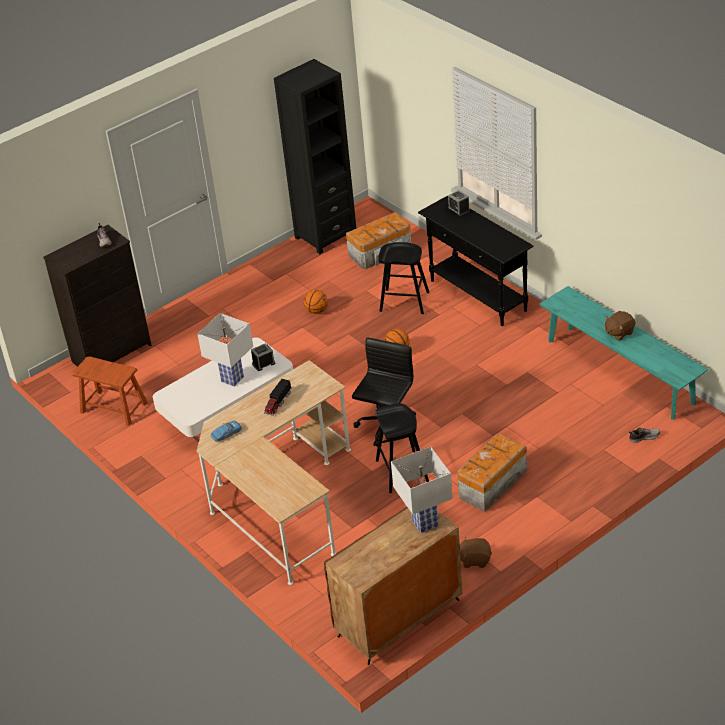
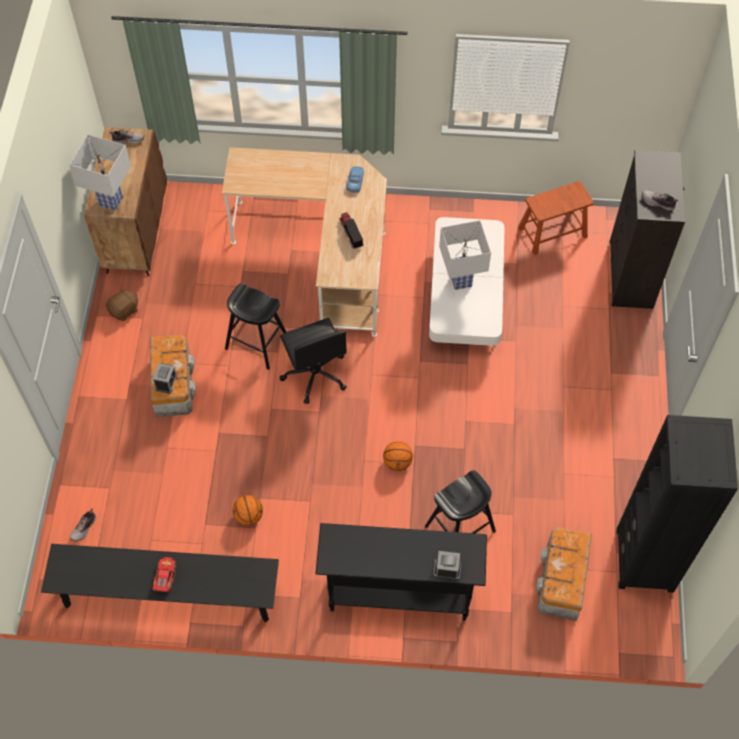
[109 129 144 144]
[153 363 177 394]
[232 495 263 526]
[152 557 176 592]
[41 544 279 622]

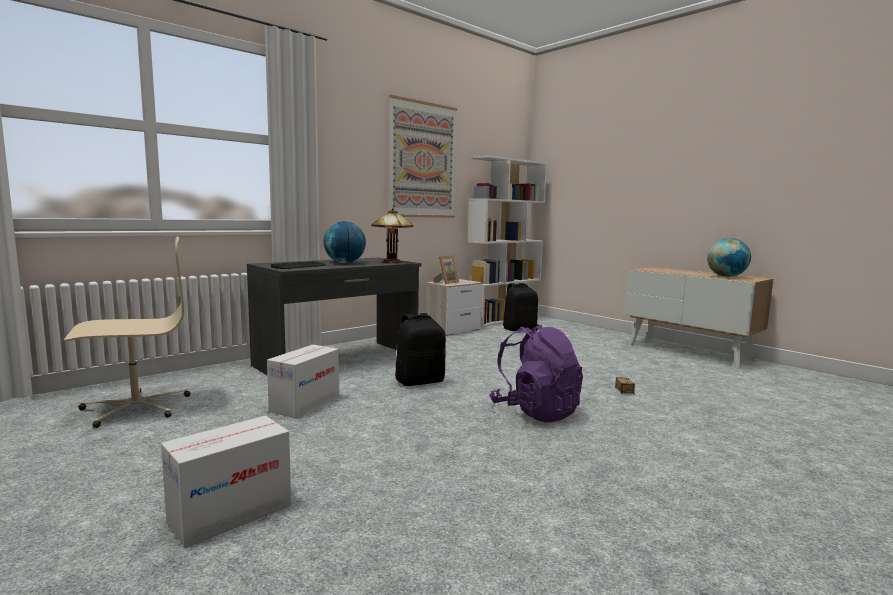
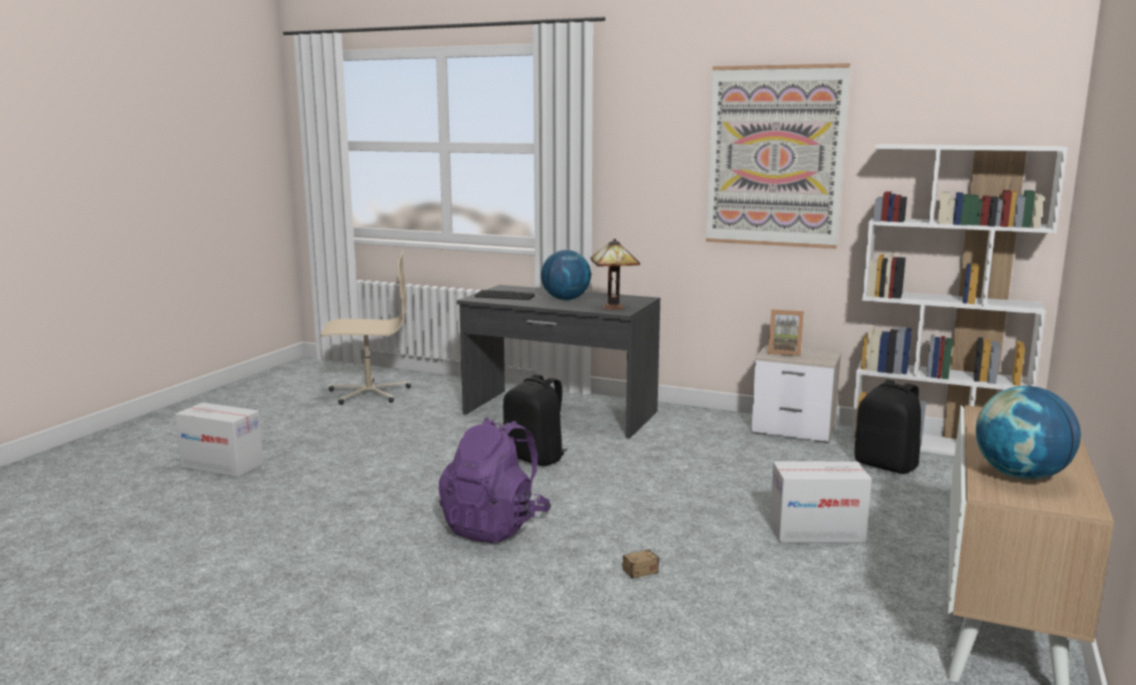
[770 461 872 543]
[321 250 411 405]

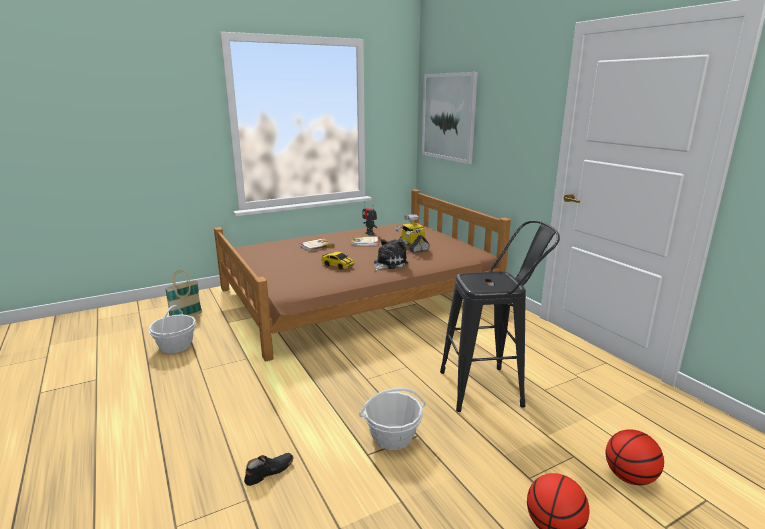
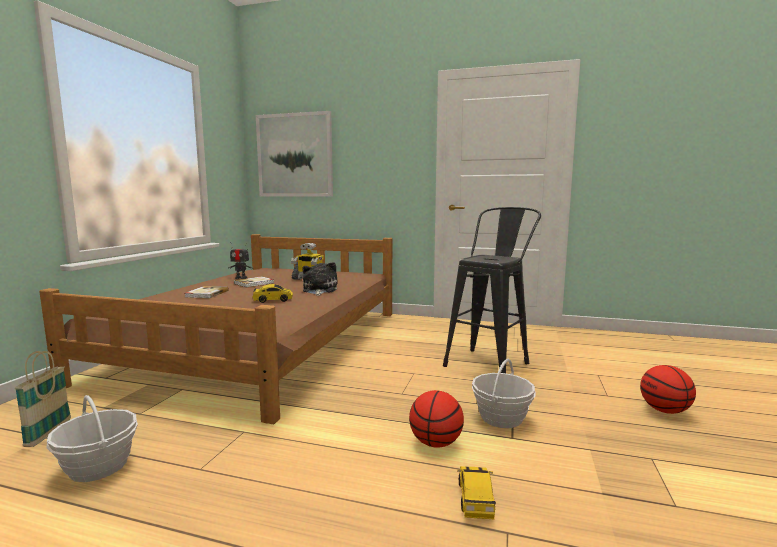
[409 390 464 448]
[457 466 496 520]

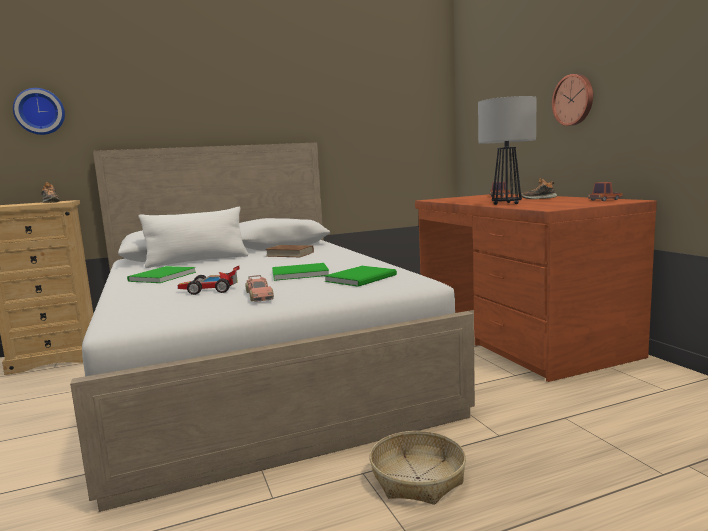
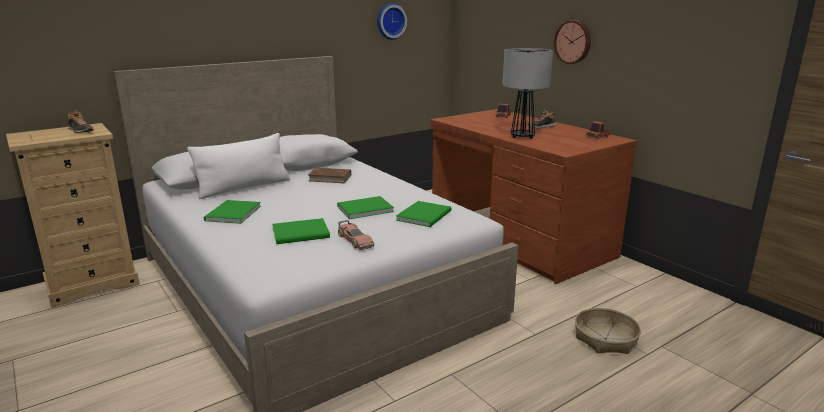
[377 3 407 40]
[575 308 641 354]
[272 218 330 244]

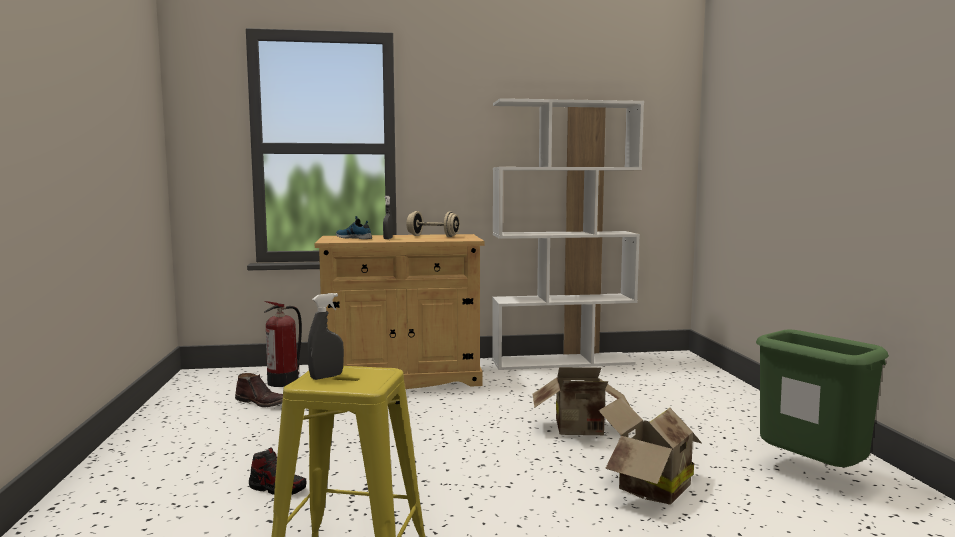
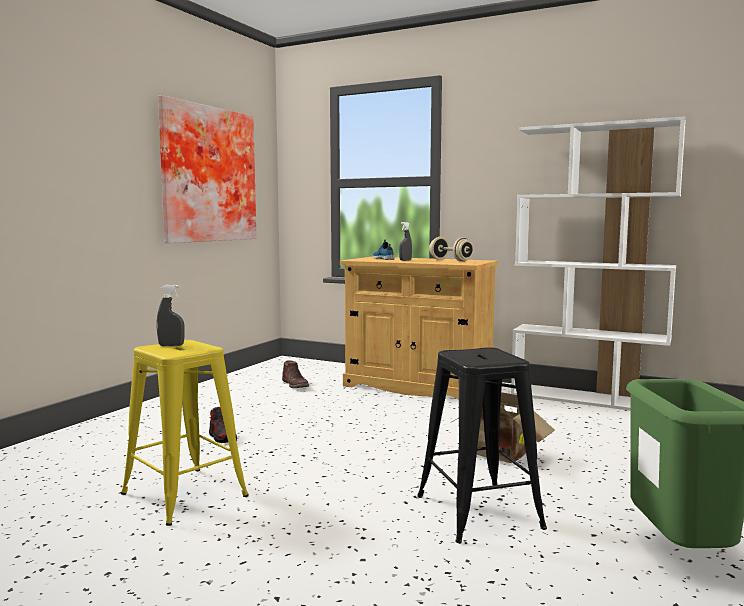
[264 301 302 387] (first image)
[158 95 256 243]
[417 347 547 543]

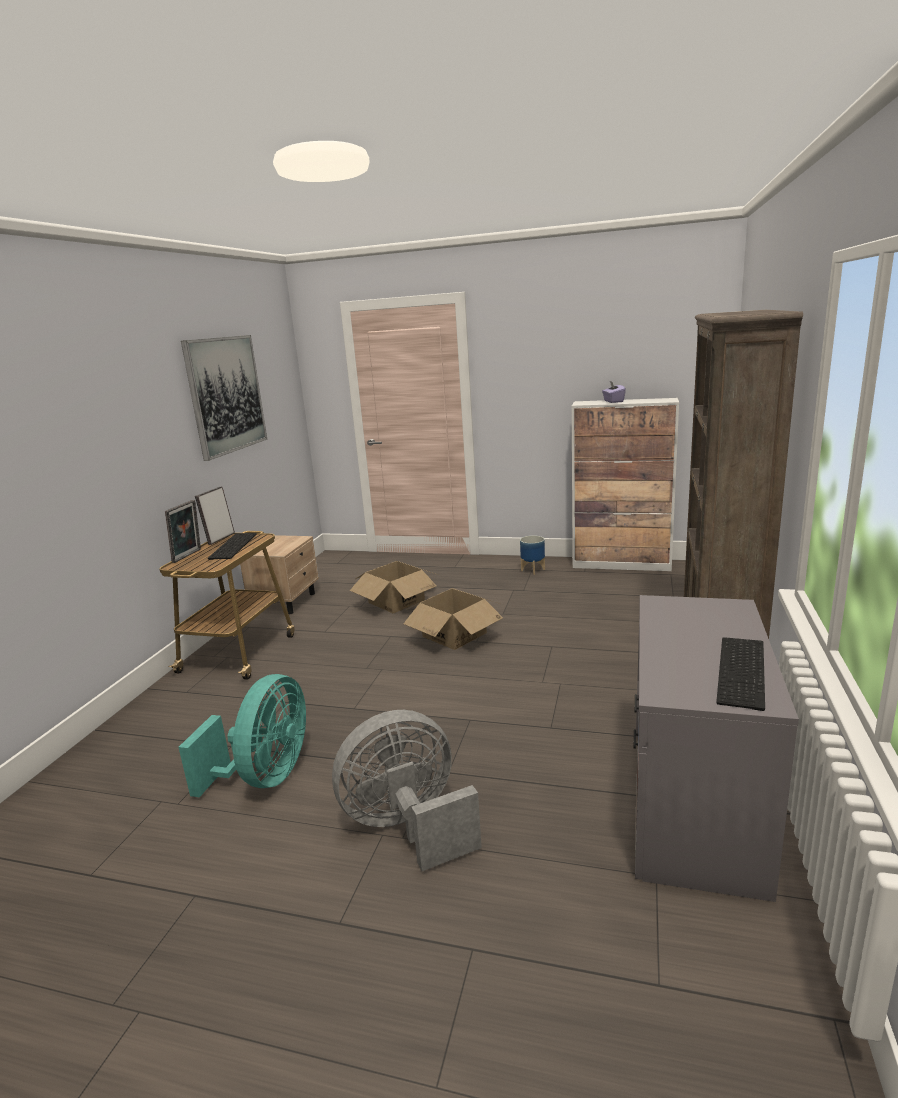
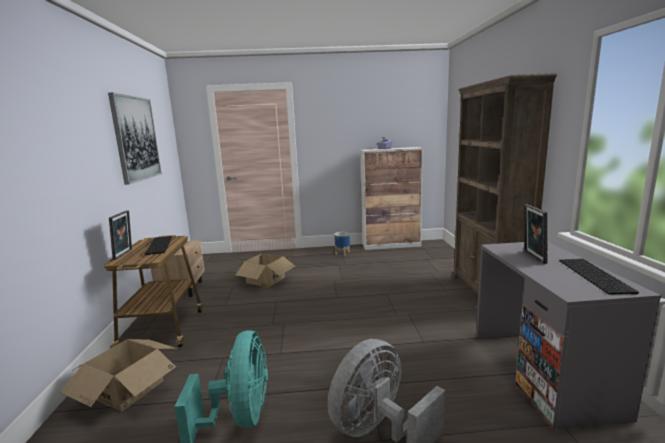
[524 204 547 264]
[60 339 178 411]

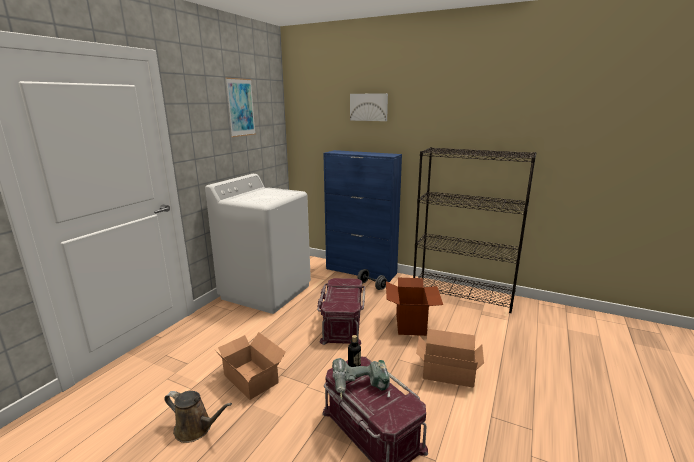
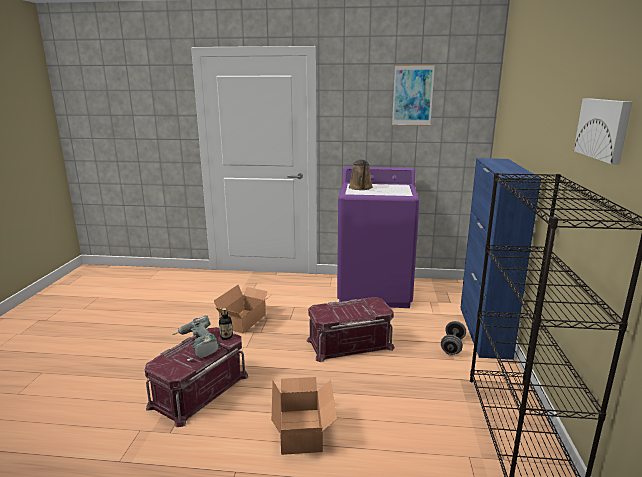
[386 278 443 336] (first image)
[349 160 373 190]
[574 98 632 164]
[337 167 420 308]

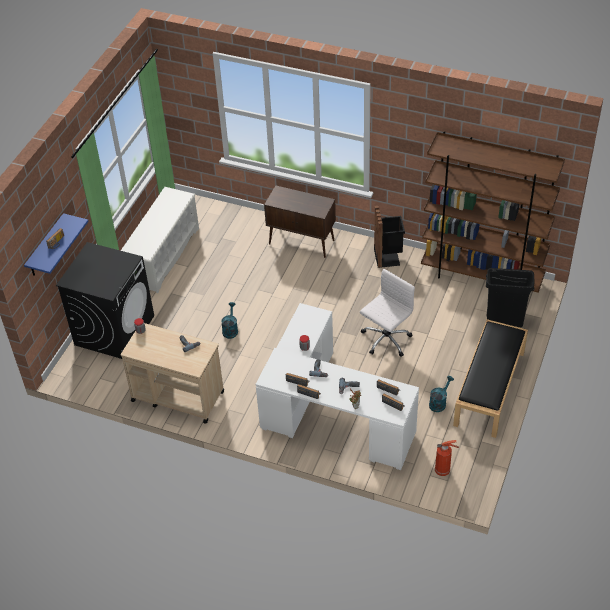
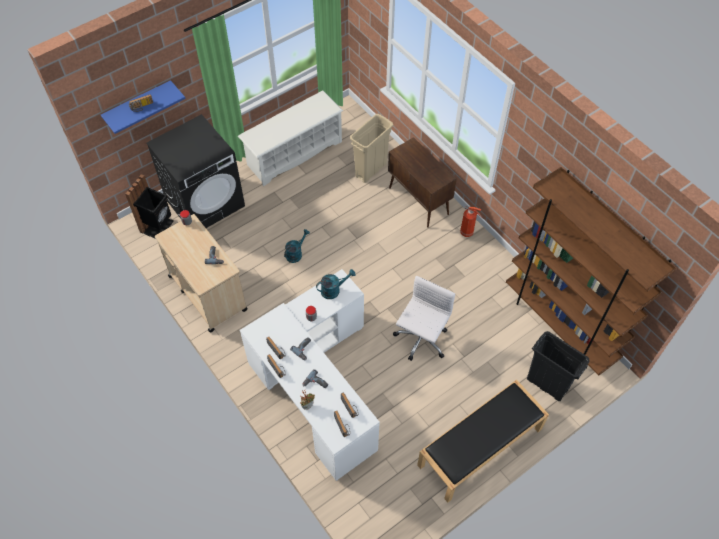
[350 114 393 183]
[125 174 174 239]
[316 269 356 299]
[460 206 482 237]
[393 276 455 361]

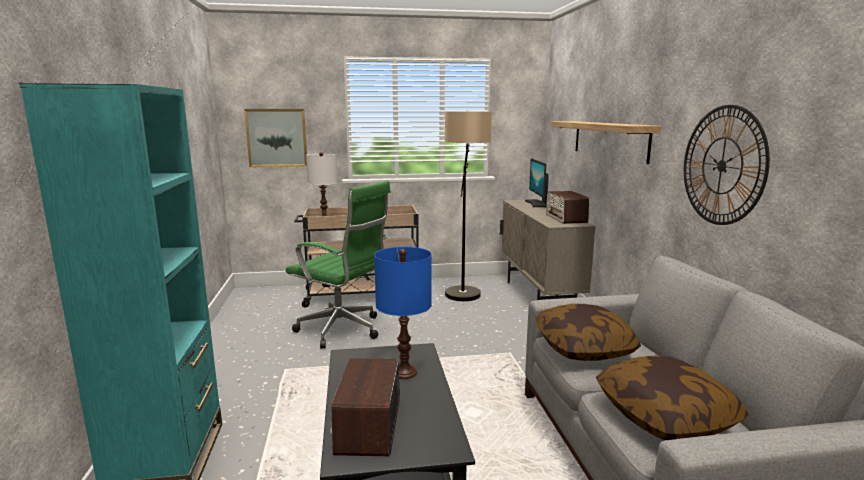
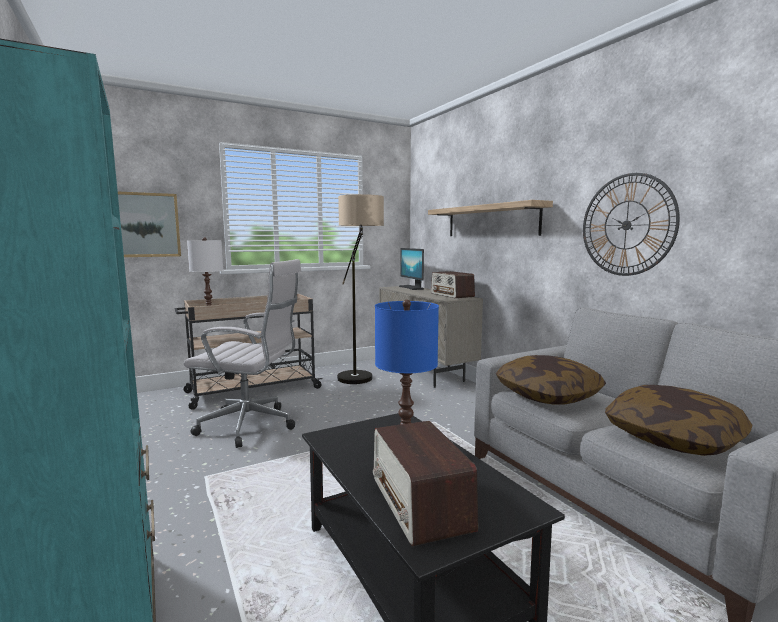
[184 259 301 448]

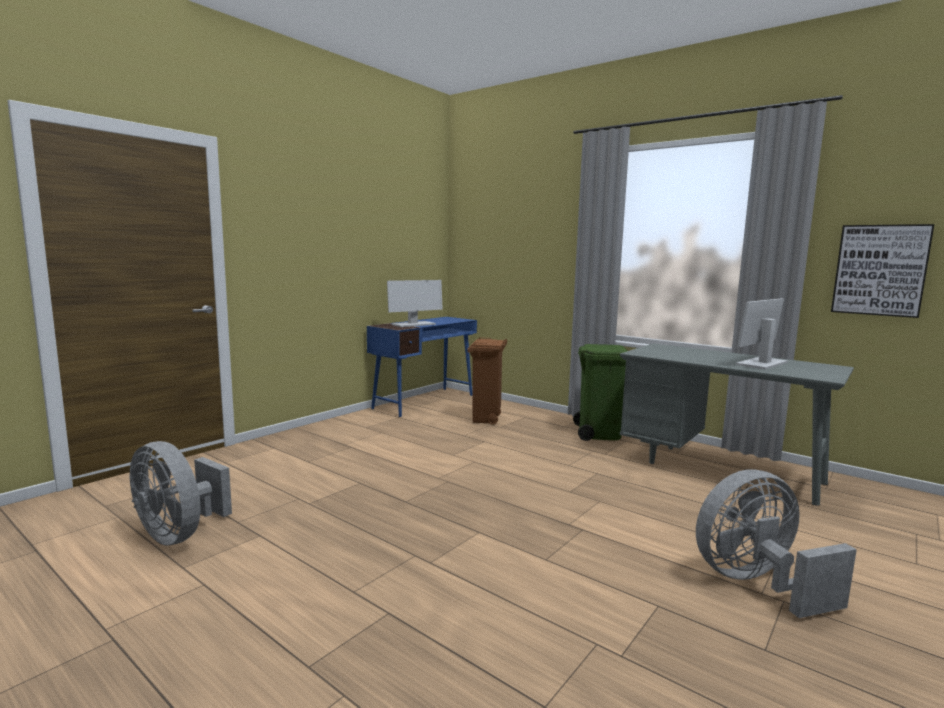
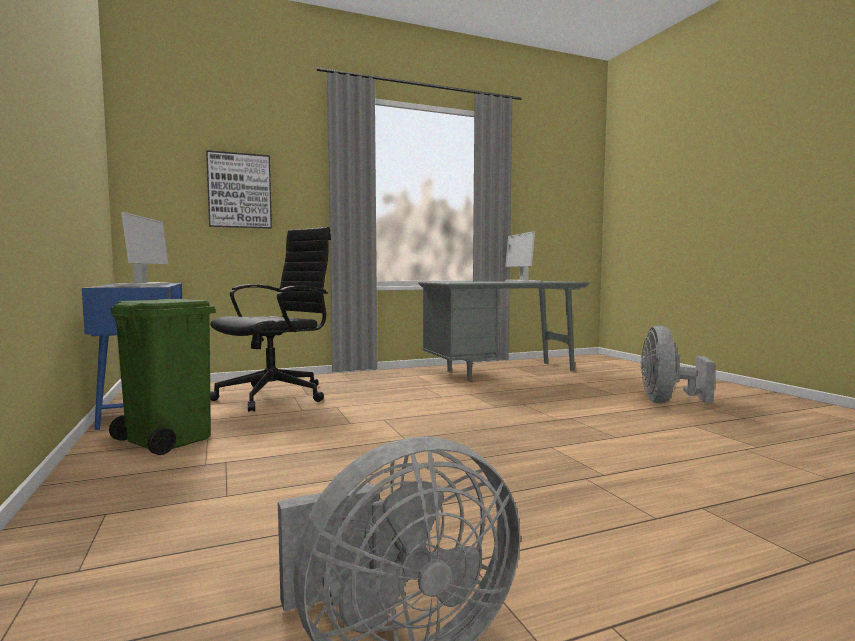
[109 299 216 455]
[206 150 272 229]
[210 227 331 412]

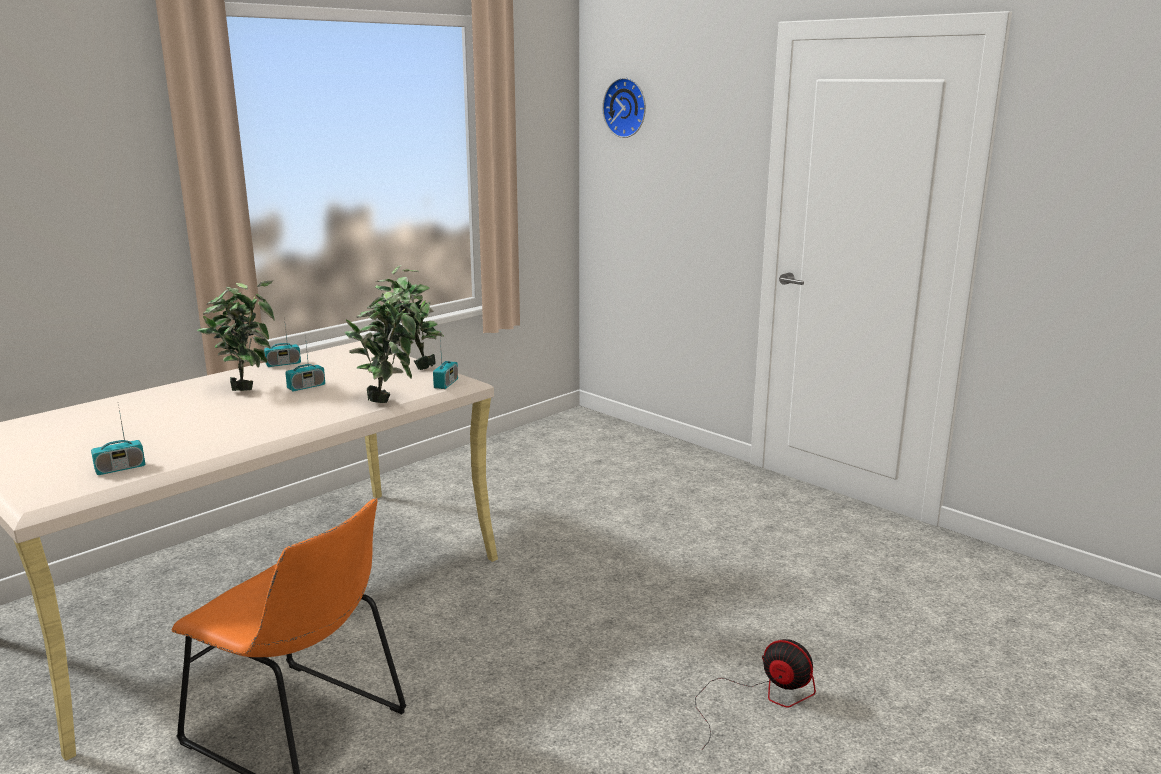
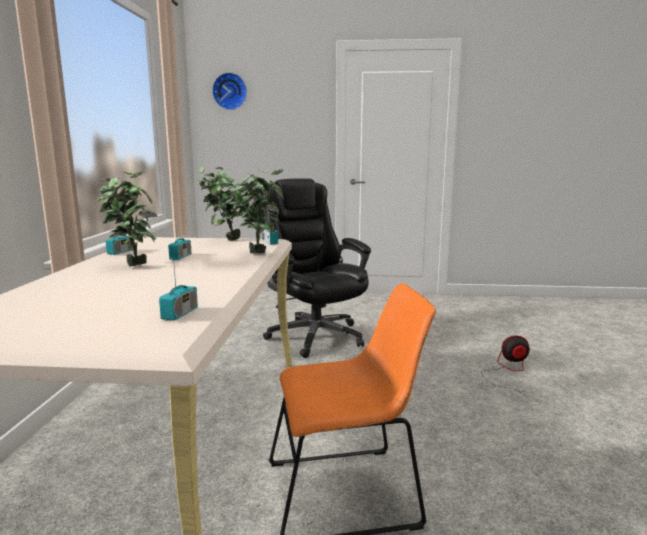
[261 178 371 358]

